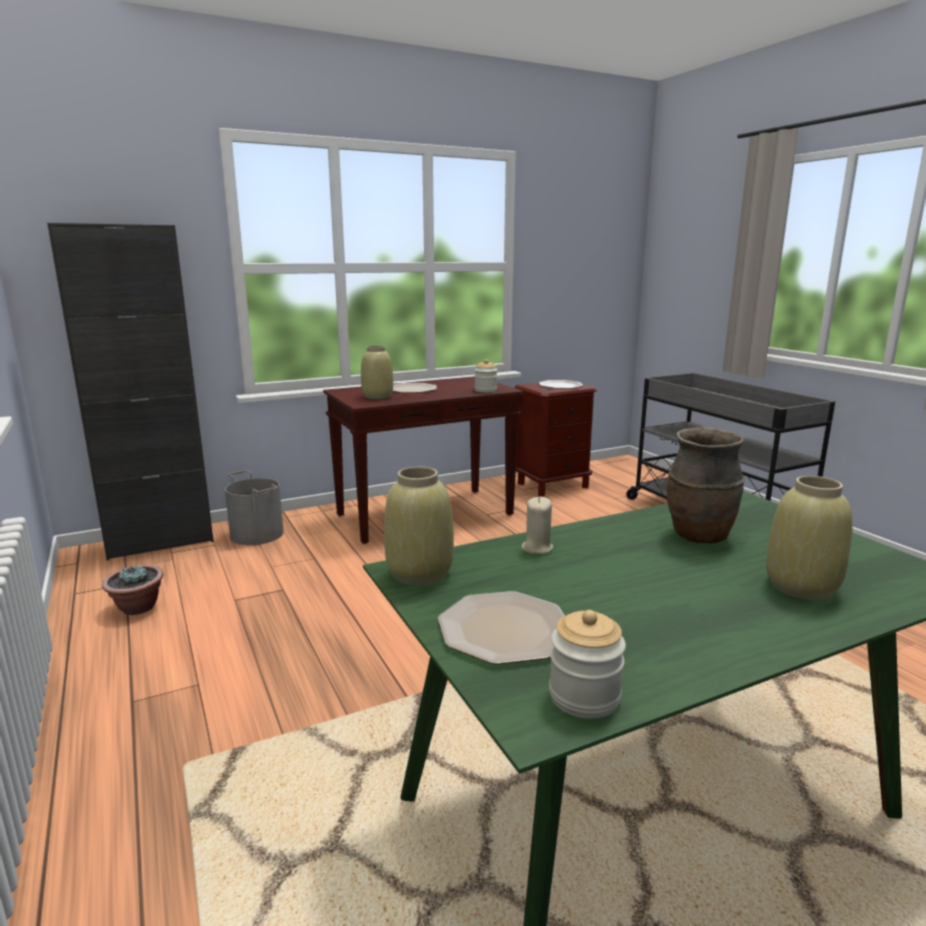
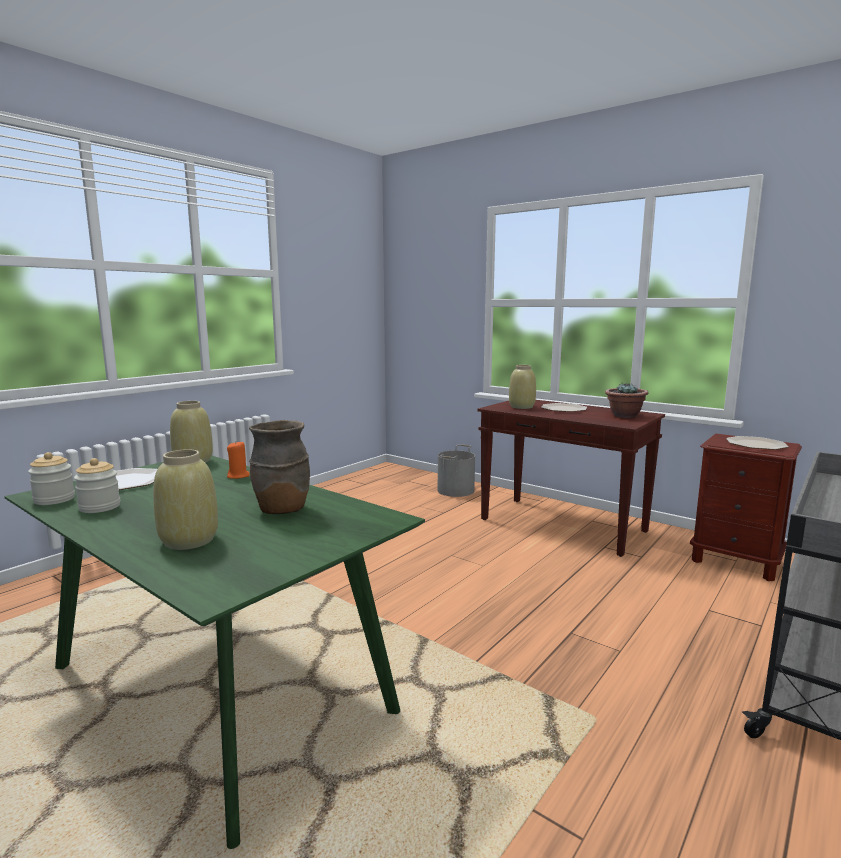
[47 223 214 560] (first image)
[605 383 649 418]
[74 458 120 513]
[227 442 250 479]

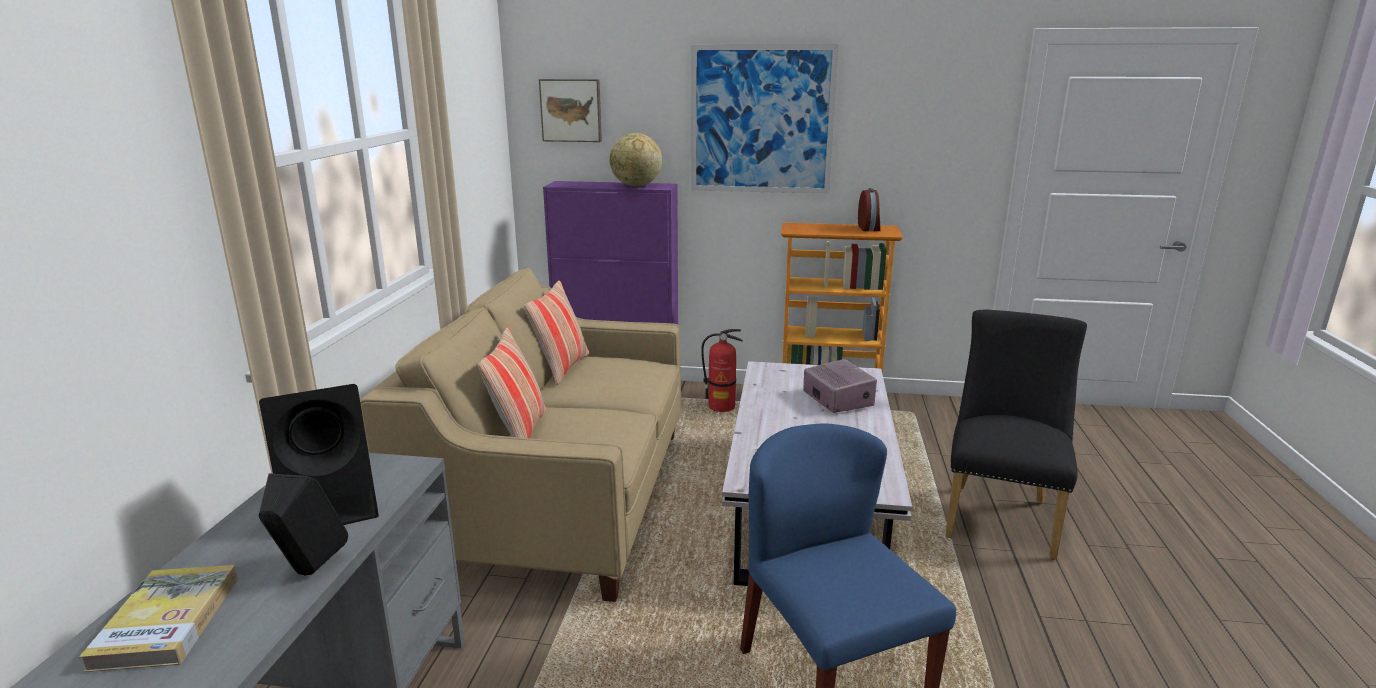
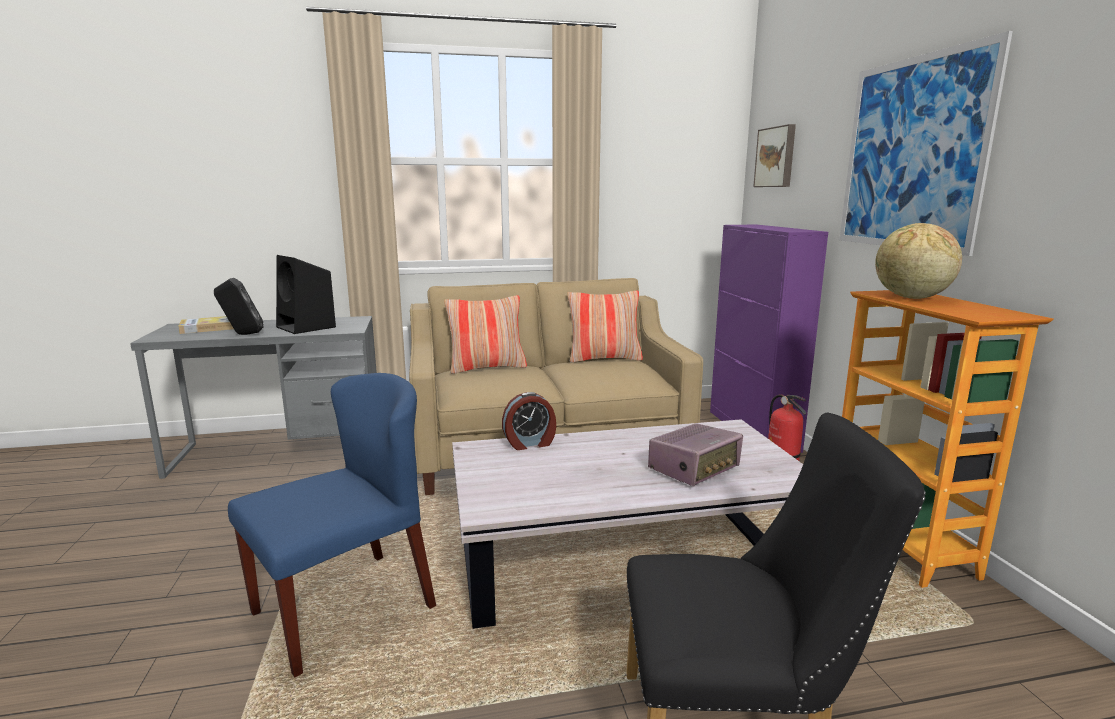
[875 223 962 299]
[502 392 556 450]

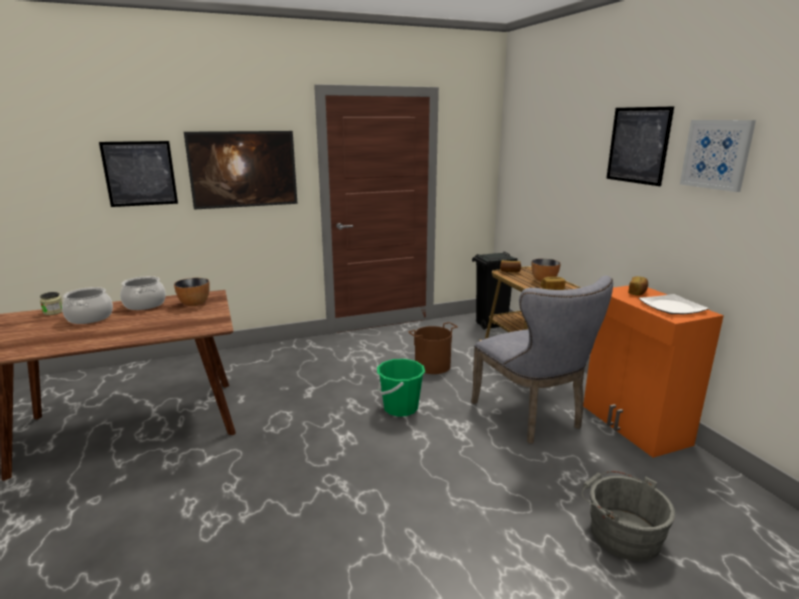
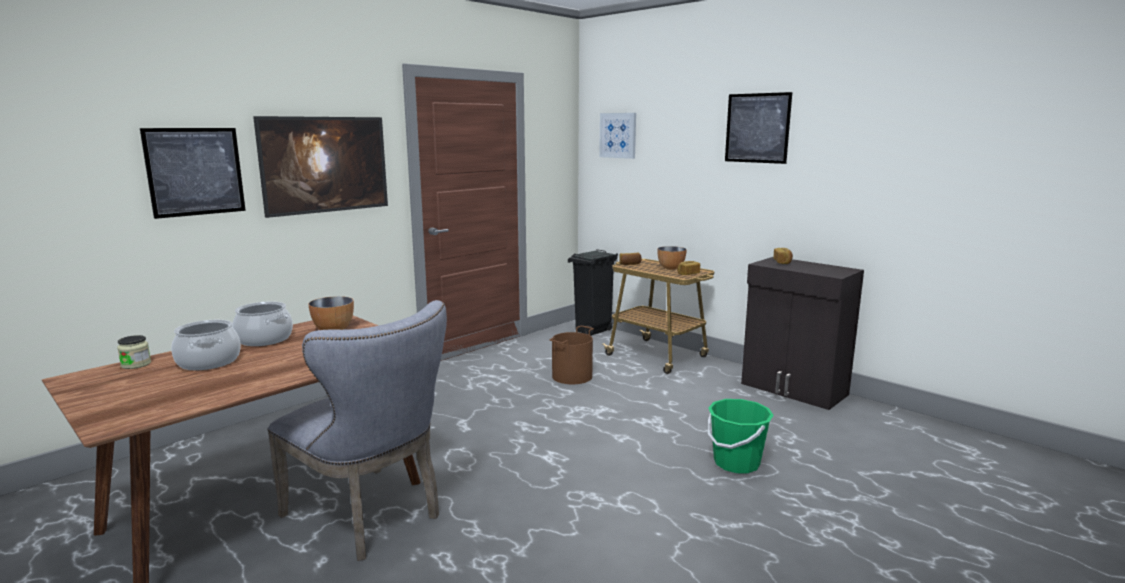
[581 471 675 561] (first image)
[638 294 709 314] (first image)
[708 399 774 473]
[267 300 447 561]
[599 113 636 159]
[741 257 864 410]

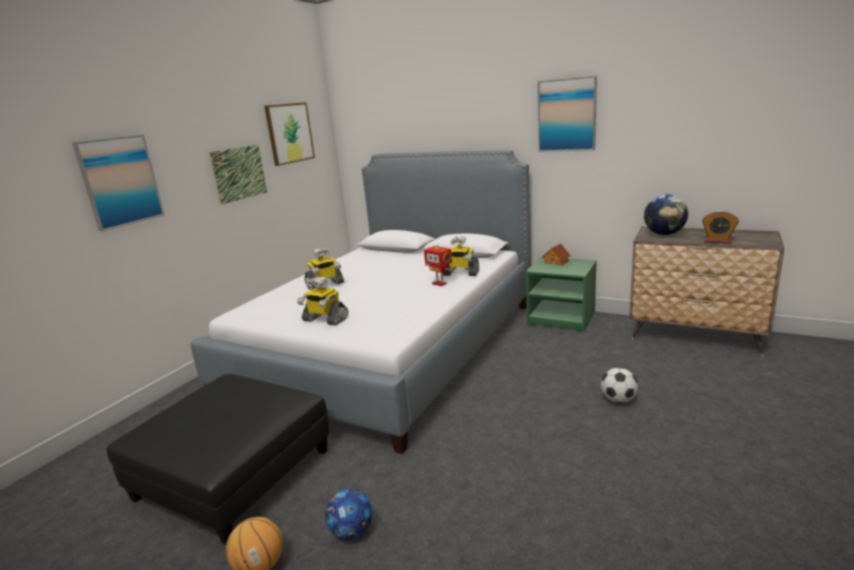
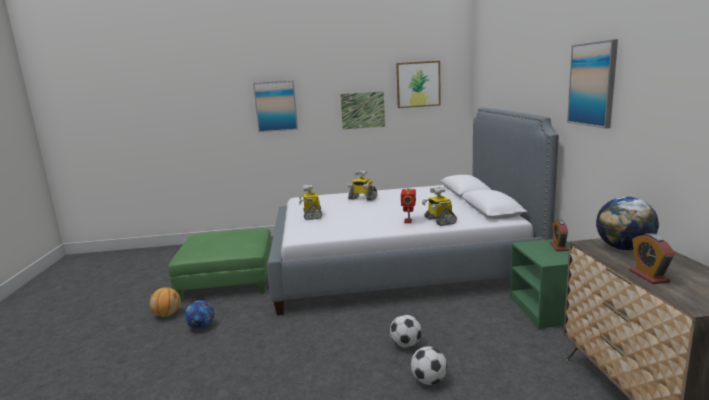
[390 315 422 348]
[550 220 569 251]
[168 228 271 301]

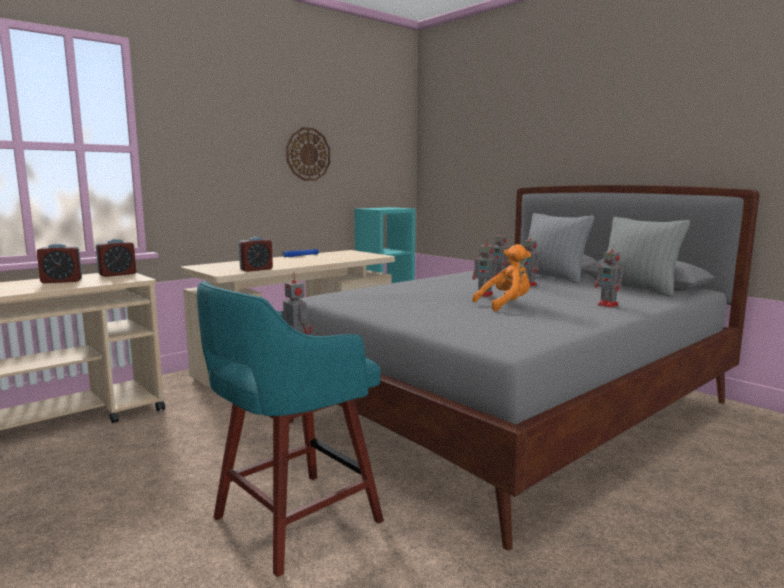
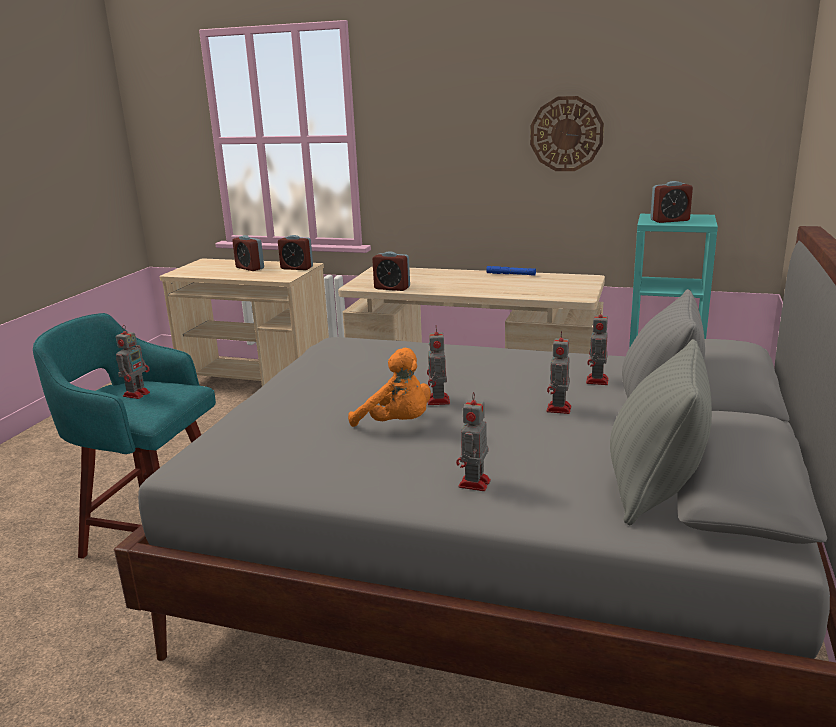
[650 181 693 223]

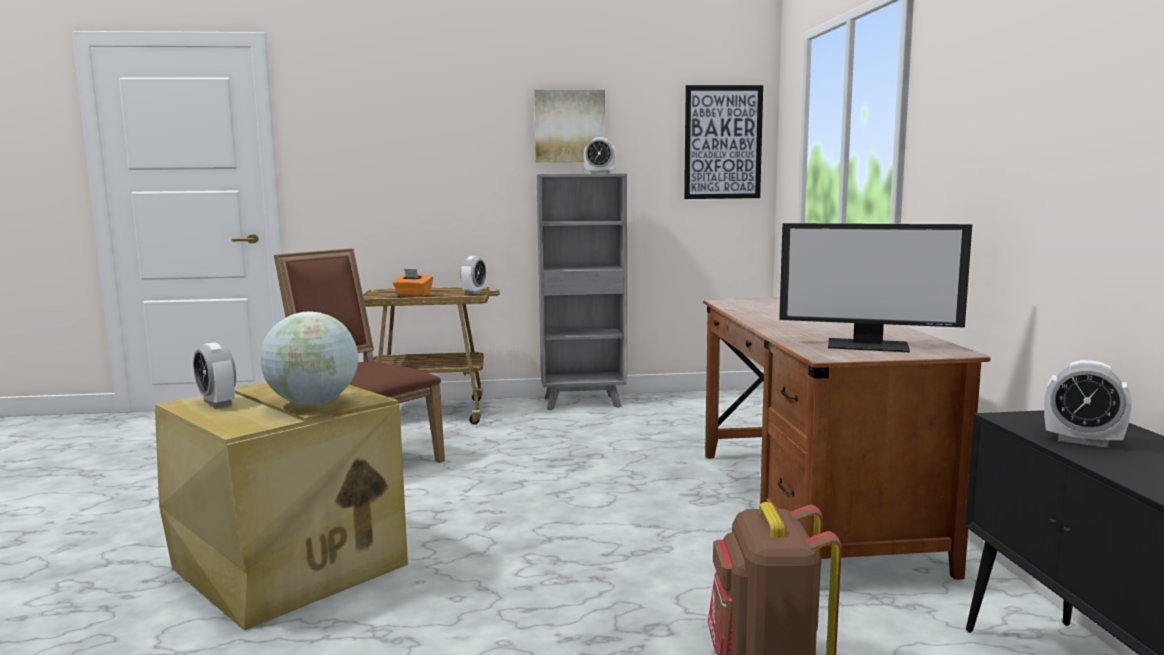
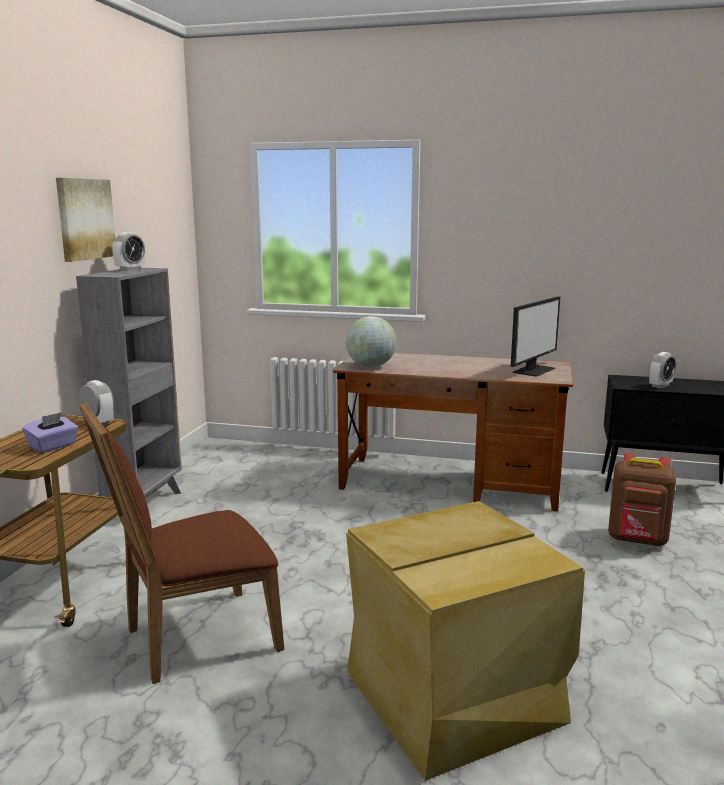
[193 342 236 408] (first image)
[684 85 763 199] (first image)
[346 316 396 367]
[23 412 78 453]

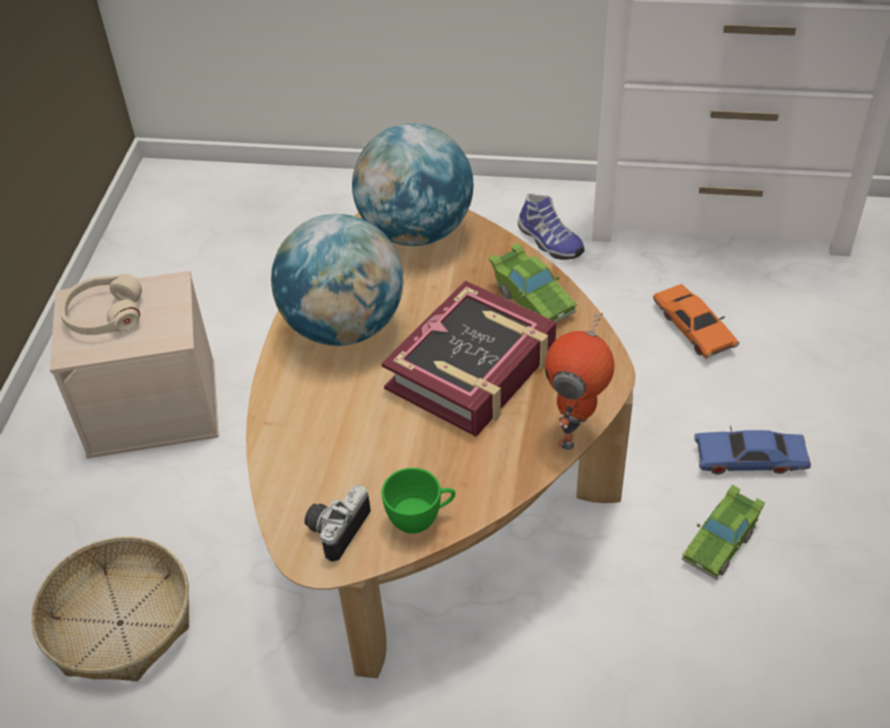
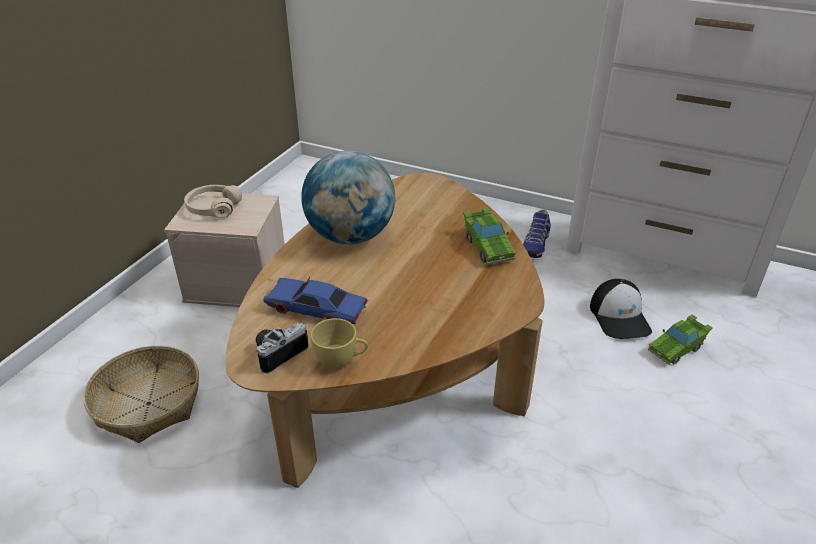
[352 123 473 246] (first image)
[381 281 557 437] (first image)
[545 313 614 450] (first image)
[648 315 713 365]
[264 277 368 324]
[590 279 652 339]
[310 318 368 370]
[523 209 551 258]

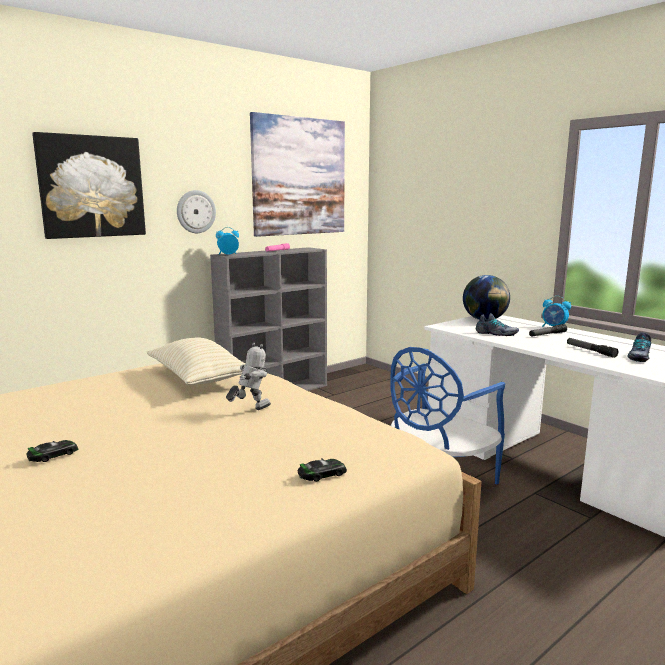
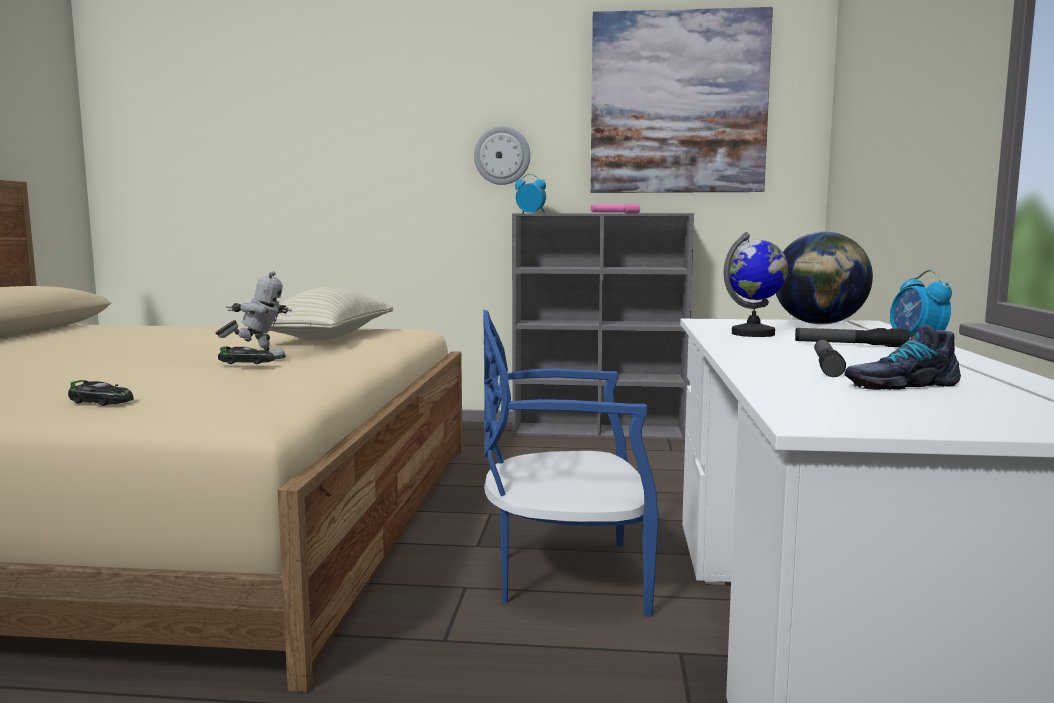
[32 132 146 239] (first image)
[218 346 275 364]
[724 232 788 337]

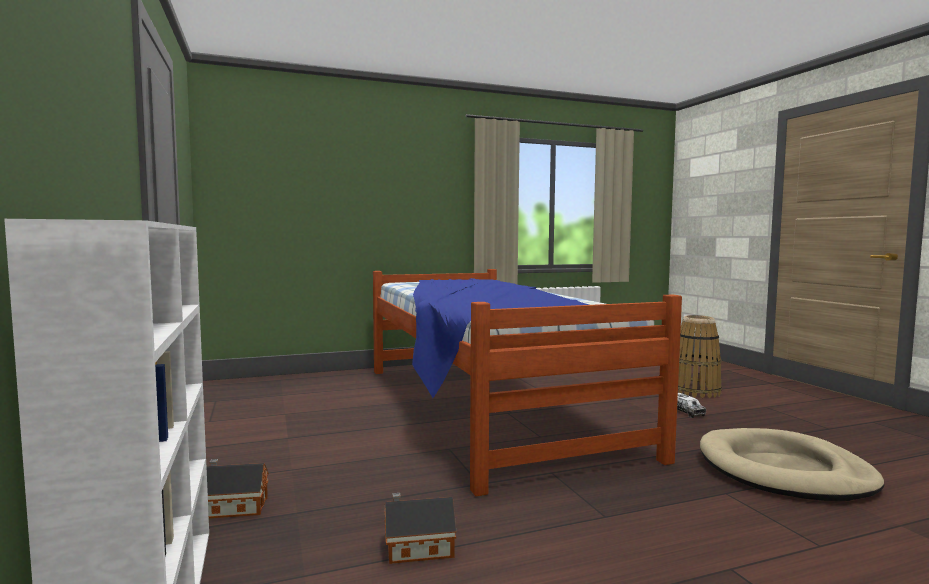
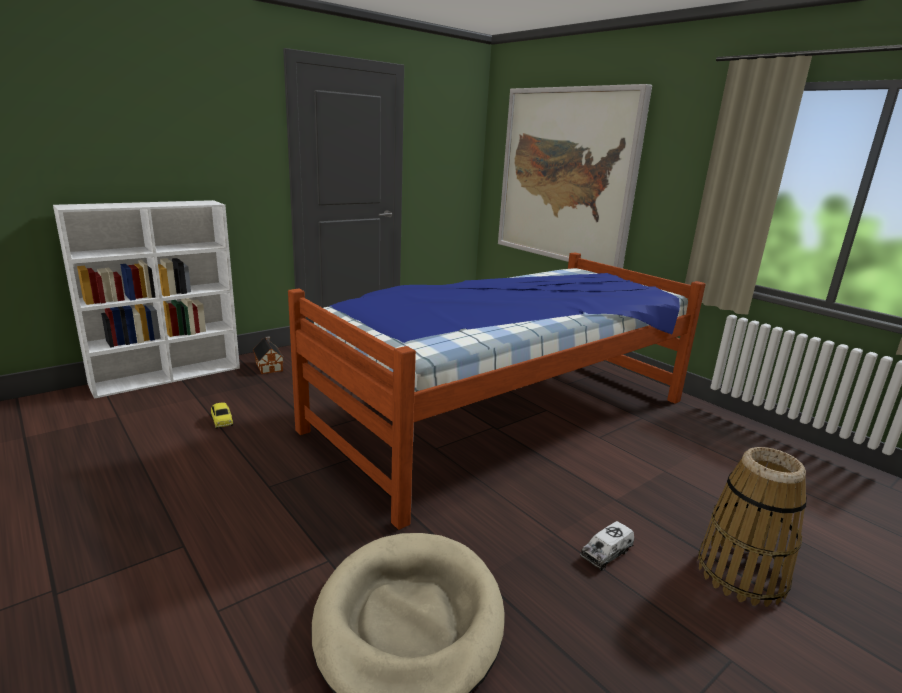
[498 84 652 268]
[211 402 233 429]

